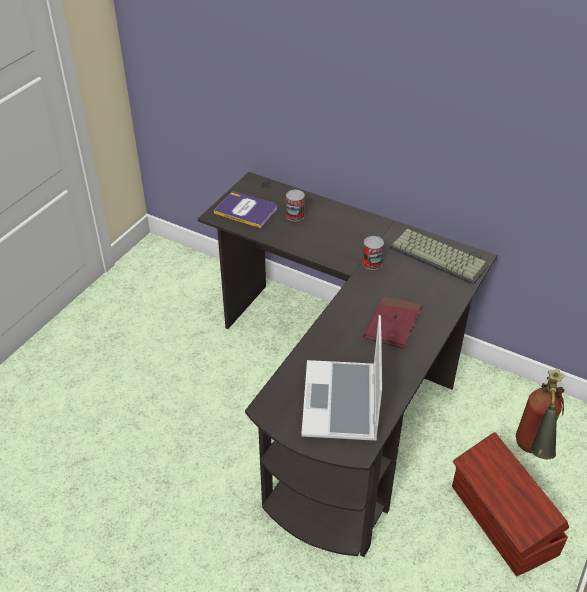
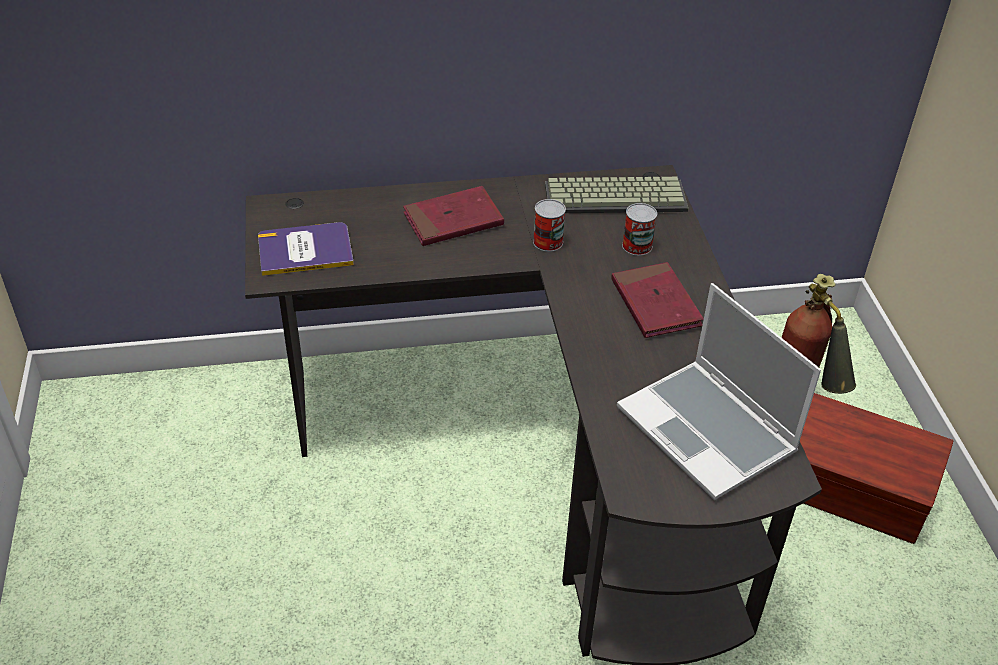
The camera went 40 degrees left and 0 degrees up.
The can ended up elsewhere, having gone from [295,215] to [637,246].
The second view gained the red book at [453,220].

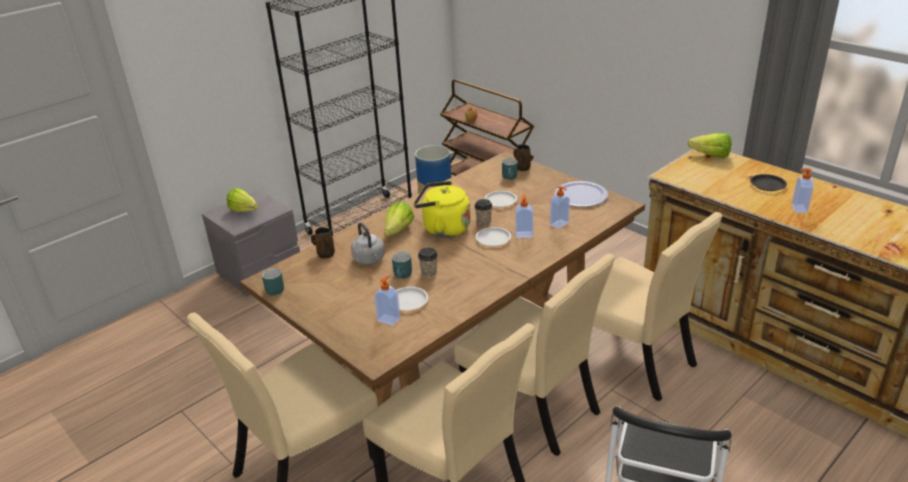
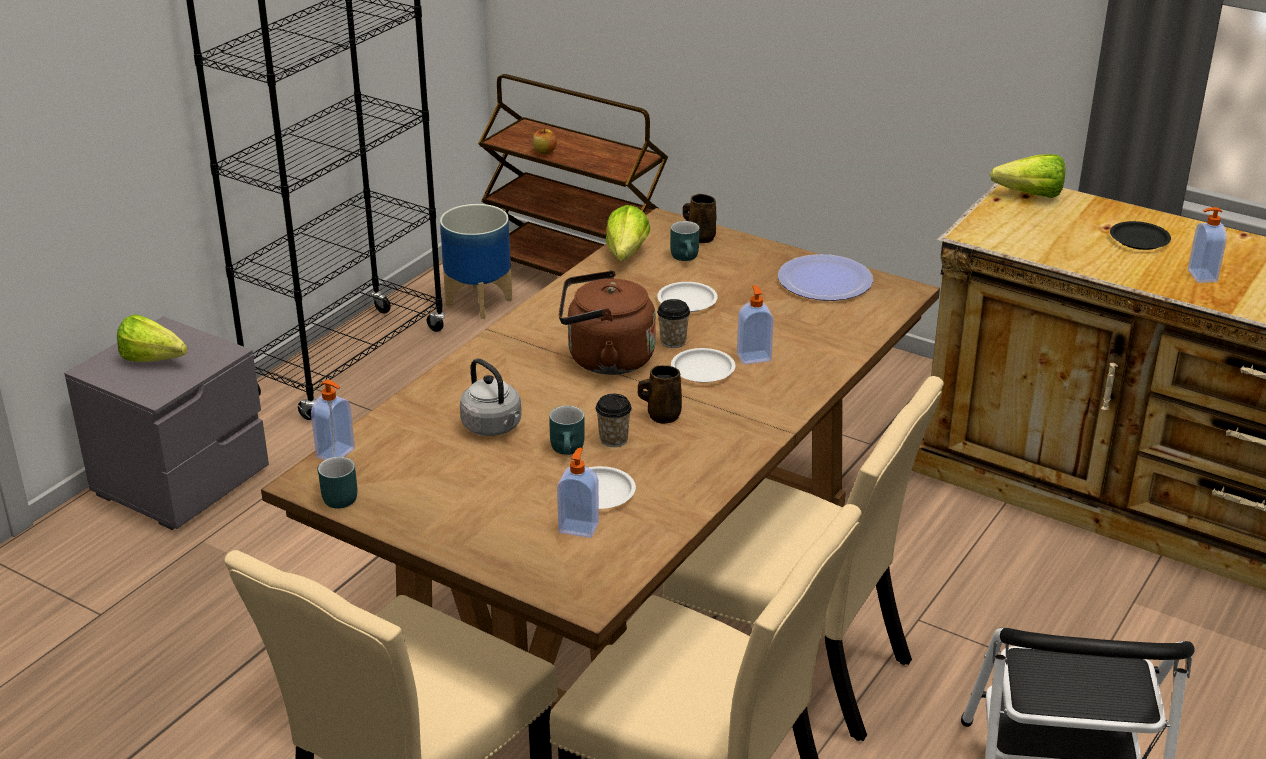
The camera went 15 degrees left and 0 degrees up.
The brown mug ended up elsewhere, having gone from [325,254] to [661,415].
The lettuce ended up elsewhere, having gone from [396,233] to [624,258].
What was the yellow kettle at [443,229] turned into the brown kettle at [604,359].
The soap dispenser ended up elsewhere, having gone from [560,224] to [336,453].
The second view lost the beige chair at [630,359].

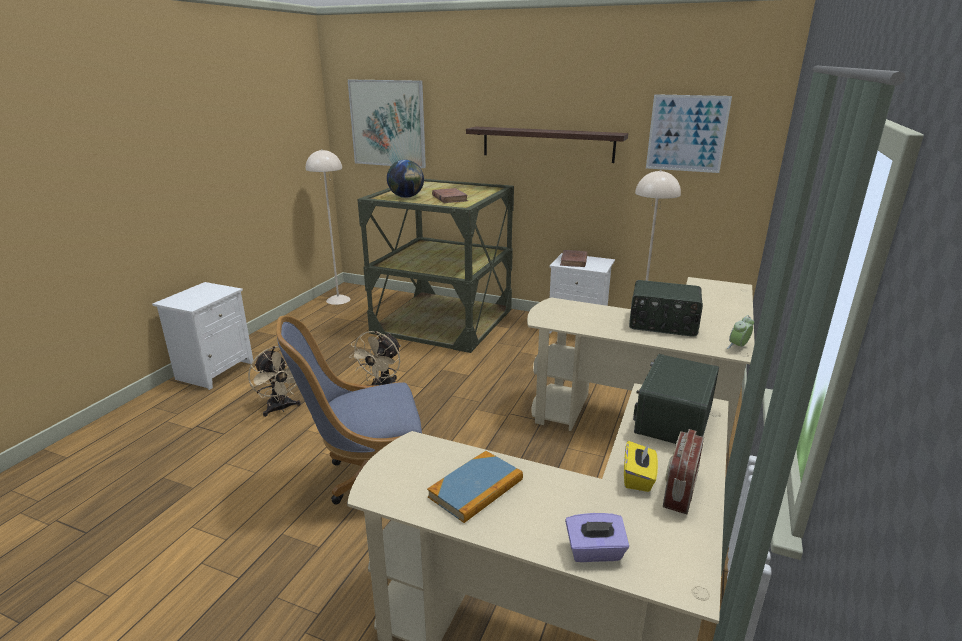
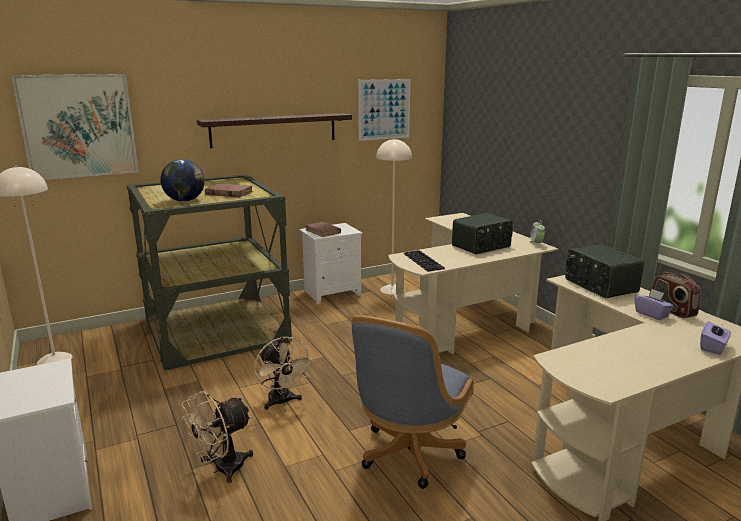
The camera went 50 degrees left and 5 degrees down.
The beige fan at [281,408] ended up facing another way, 135 degrees clockwise from before.
The second view lost the book at [476,489].
What was the yellow tissue box at [638,478] turned into the purple tissue box at [651,314].
The second view gained the keyboard at [424,261].

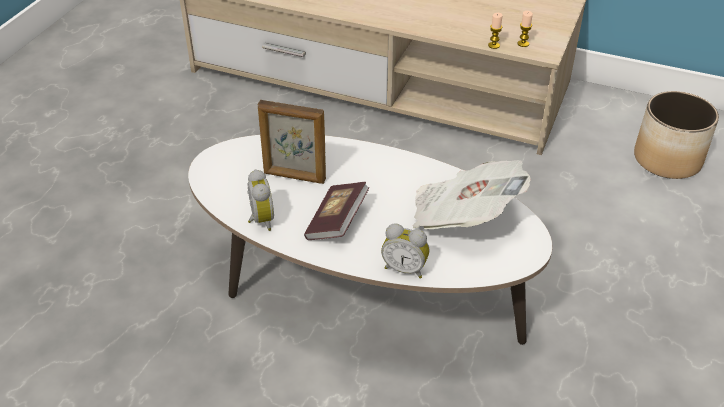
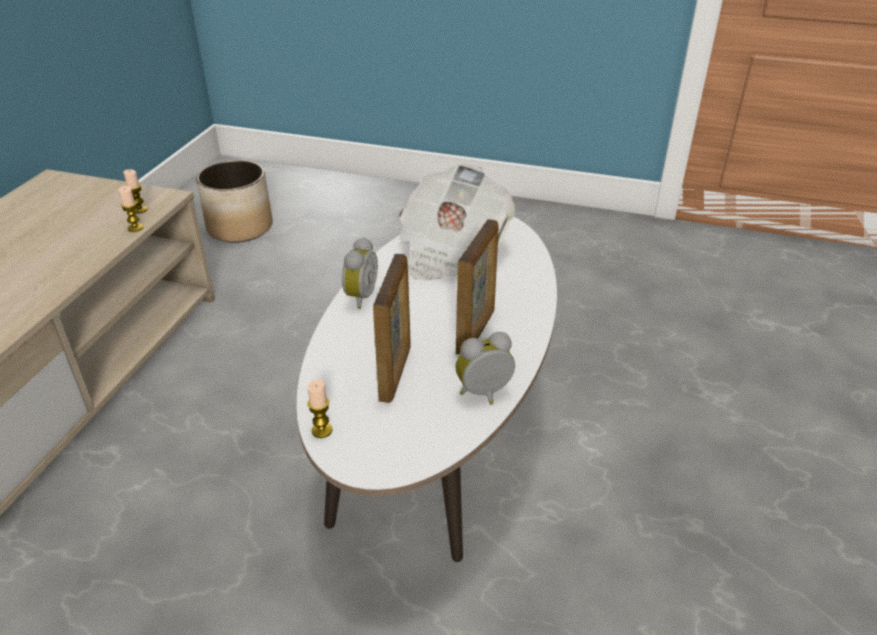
The camera went 95 degrees left and 5 degrees down.
Where the book stood at [337,222], the picture frame came to stand at [476,332].
The alarm clock ended up elsewhere, having gone from [405,268] to [359,297].
The second view gained the candle at [322,430].

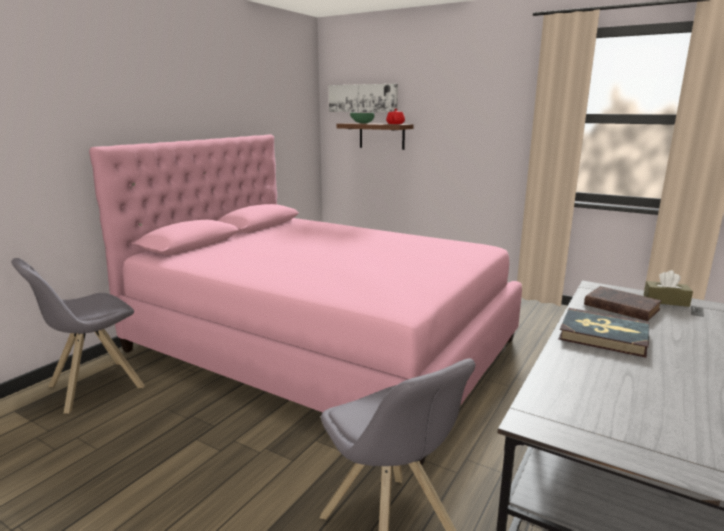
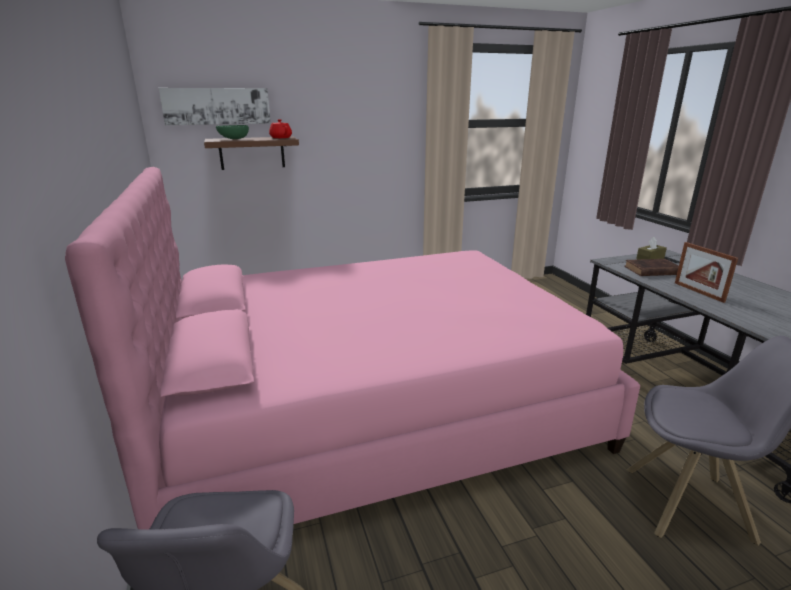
The camera went 50 degrees left and 5 degrees up.
Where the book stood at [603,335], the picture frame came to stand at [698,292].

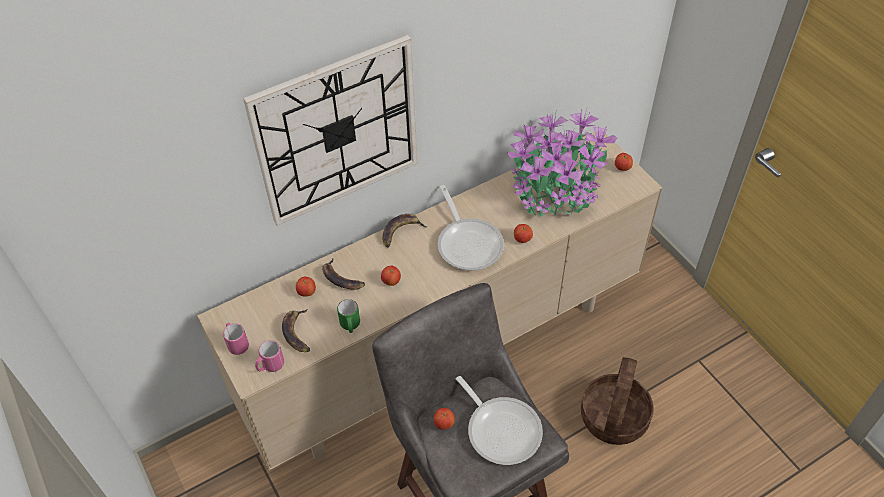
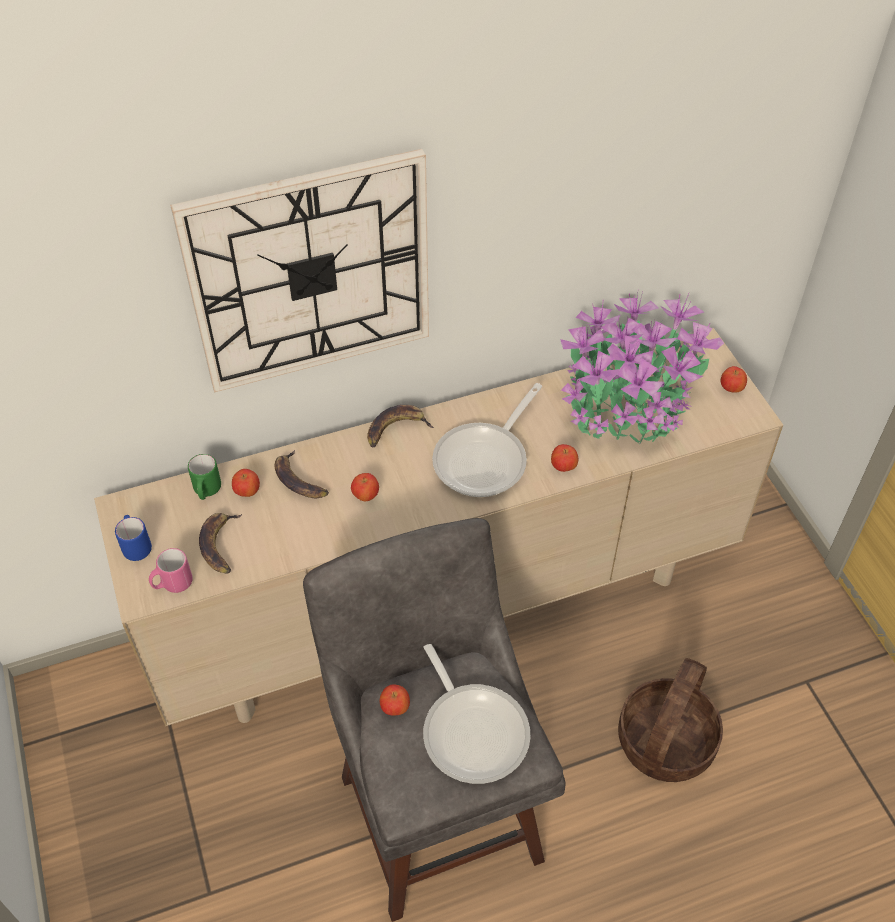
The camera went 10 degrees right and 0 degrees up.
What was the pink mug at [237,344] turned into the blue mug at [136,545].
The green mug ended up elsewhere, having gone from [350,326] to [206,491].
The frying pan at [468,243] ended up facing another way, 45 degrees clockwise from before.

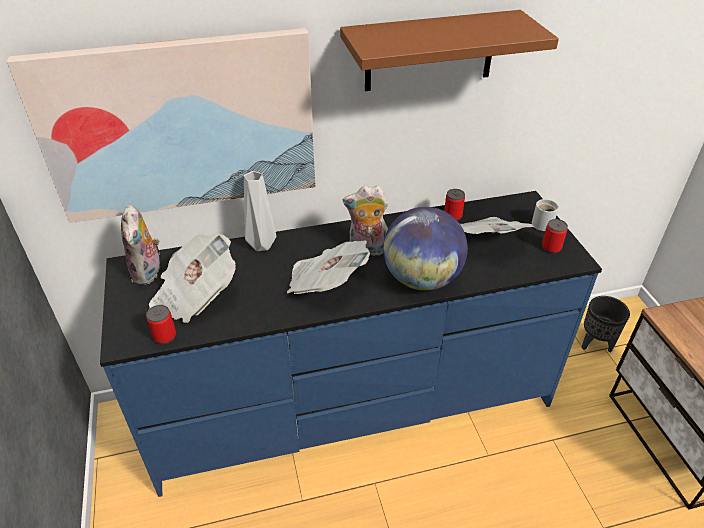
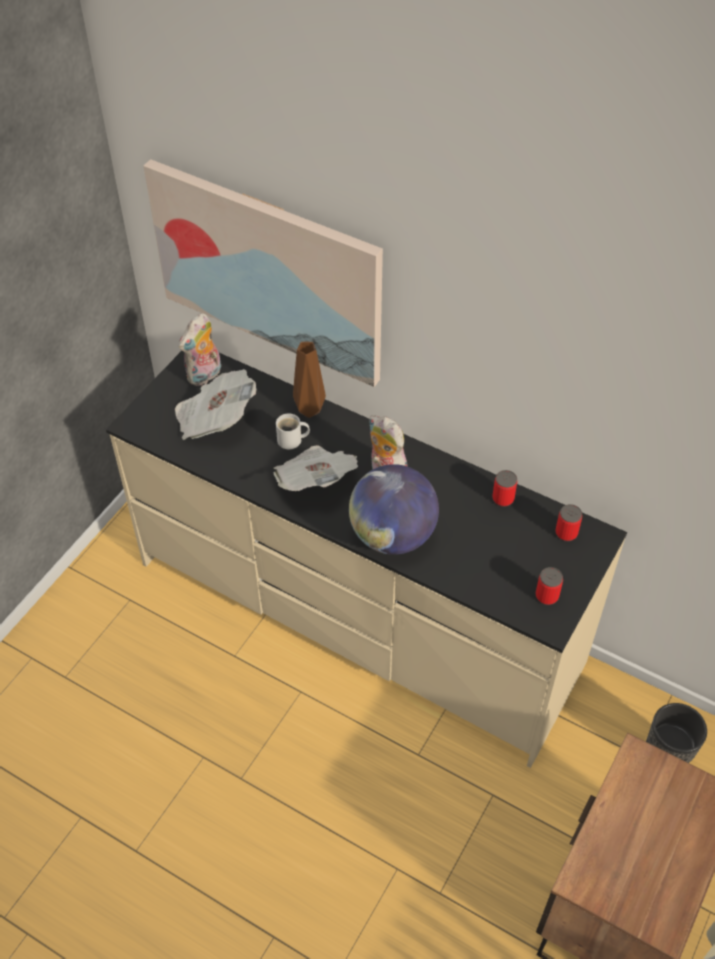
The camera went 45 degrees right and 10 degrees up.
What was the blue dresser at [352,402] turned into the beige dresser at [357,613].
The can ended up elsewhere, having gone from [165,336] to [566,533].
What was the grey vase at [261,245] turned into the brown vase at [309,408].
The second view lost the brown shelf at [430,51].
The second view lost the newspaper at [489,241].
The white mug ended up elsewhere, having gone from [544,223] to [292,440].

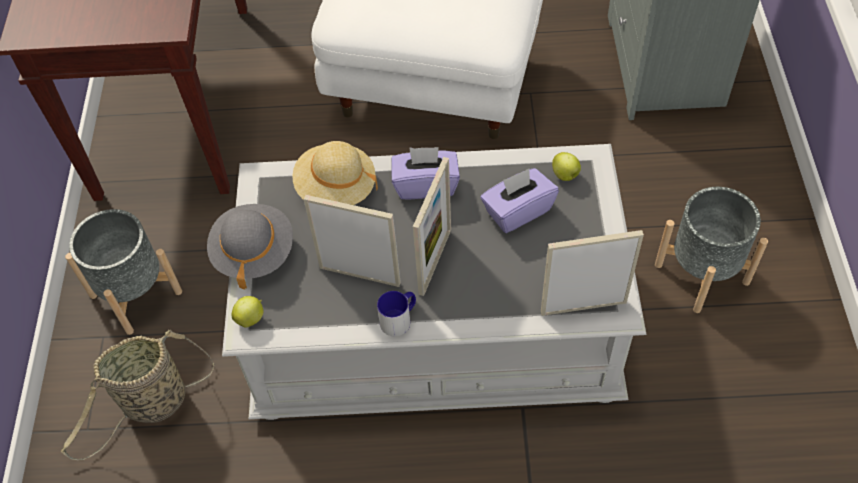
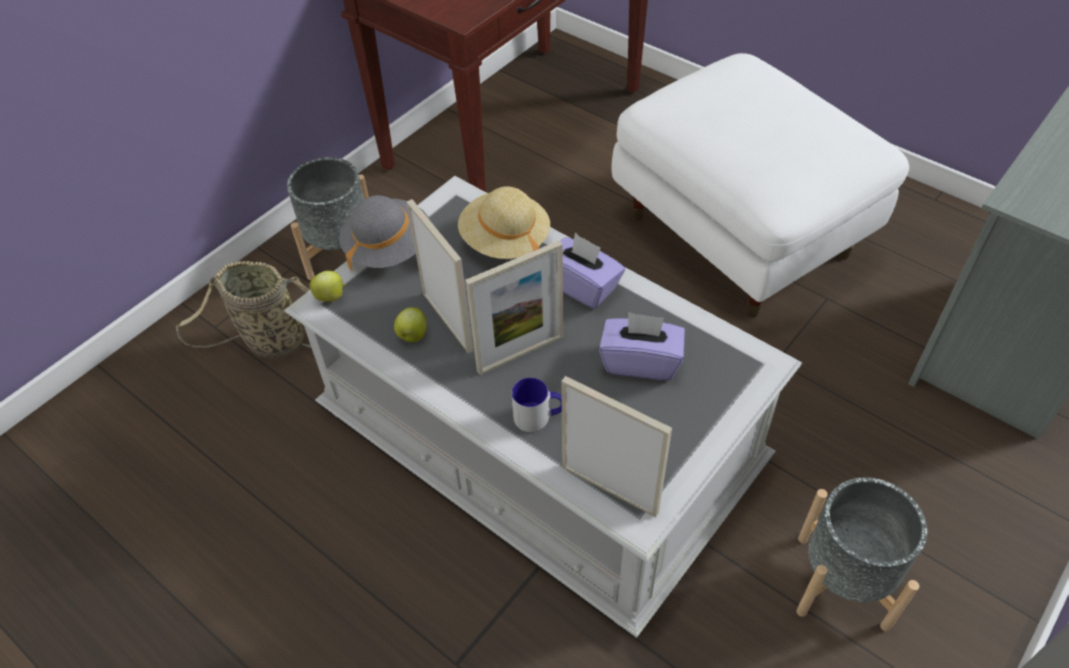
The camera went 40 degrees right and 5 degrees down.
The mug ended up elsewhere, having gone from [399,319] to [538,417].
The apple ended up elsewhere, having gone from [565,175] to [412,336].

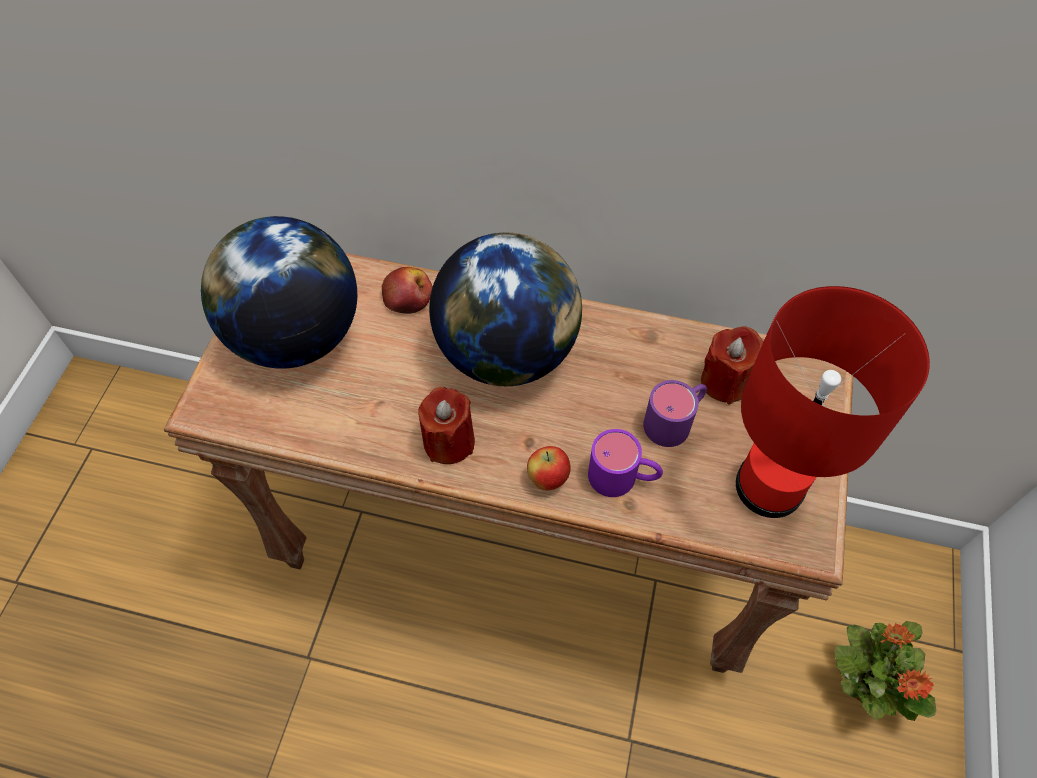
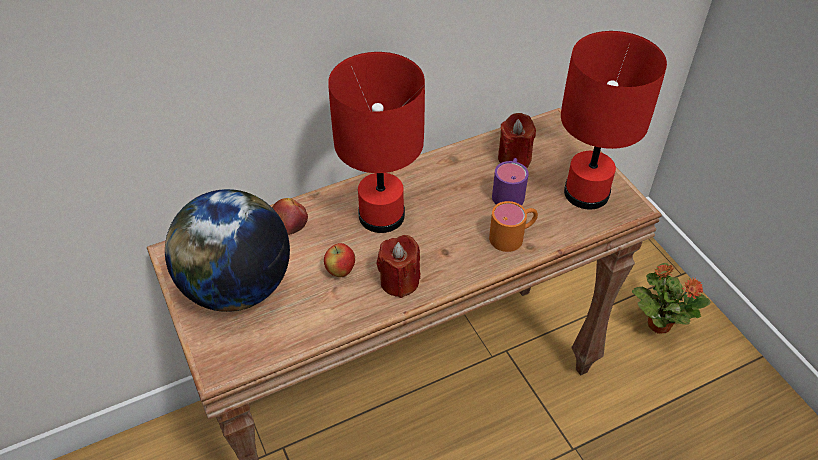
The camera went 40 degrees left and 10 degrees down.
Where the globe stood at [507,353], the red table lamp came to stand at [382,215].
The apple ended up elsewhere, having gone from [548,479] to [340,271].
What was the purple mug at [623,478] turned into the orange mug at [513,236].

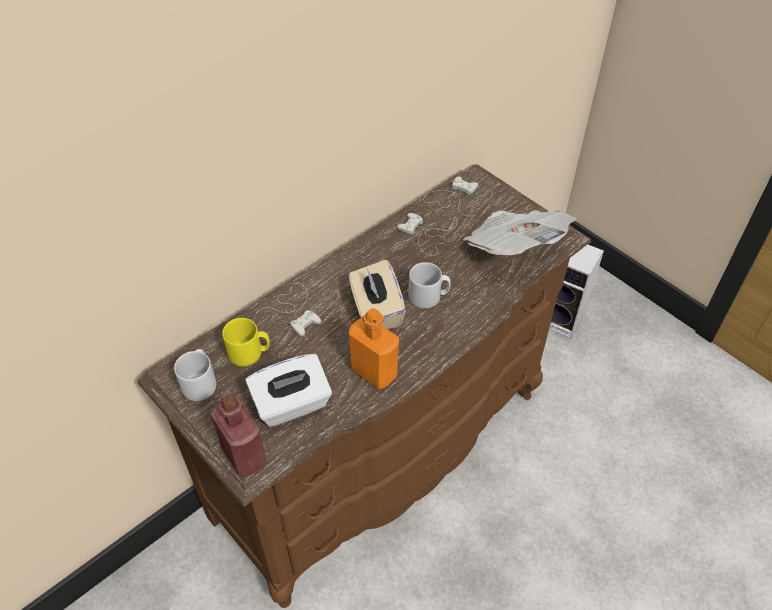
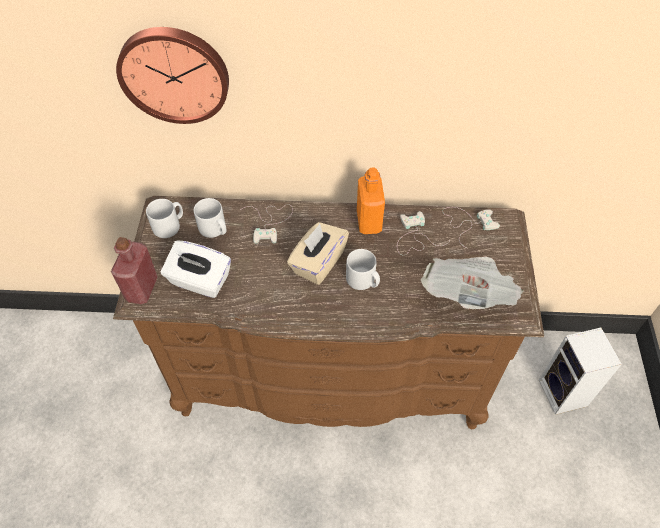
The camera went 45 degrees right and 5 degrees up.
What was the yellow mug at [249,353] turned into the grey mug at [214,229].
The orange bottle ended up elsewhere, having gone from [374,372] to [369,221].
The second view gained the wall clock at [174,73].

